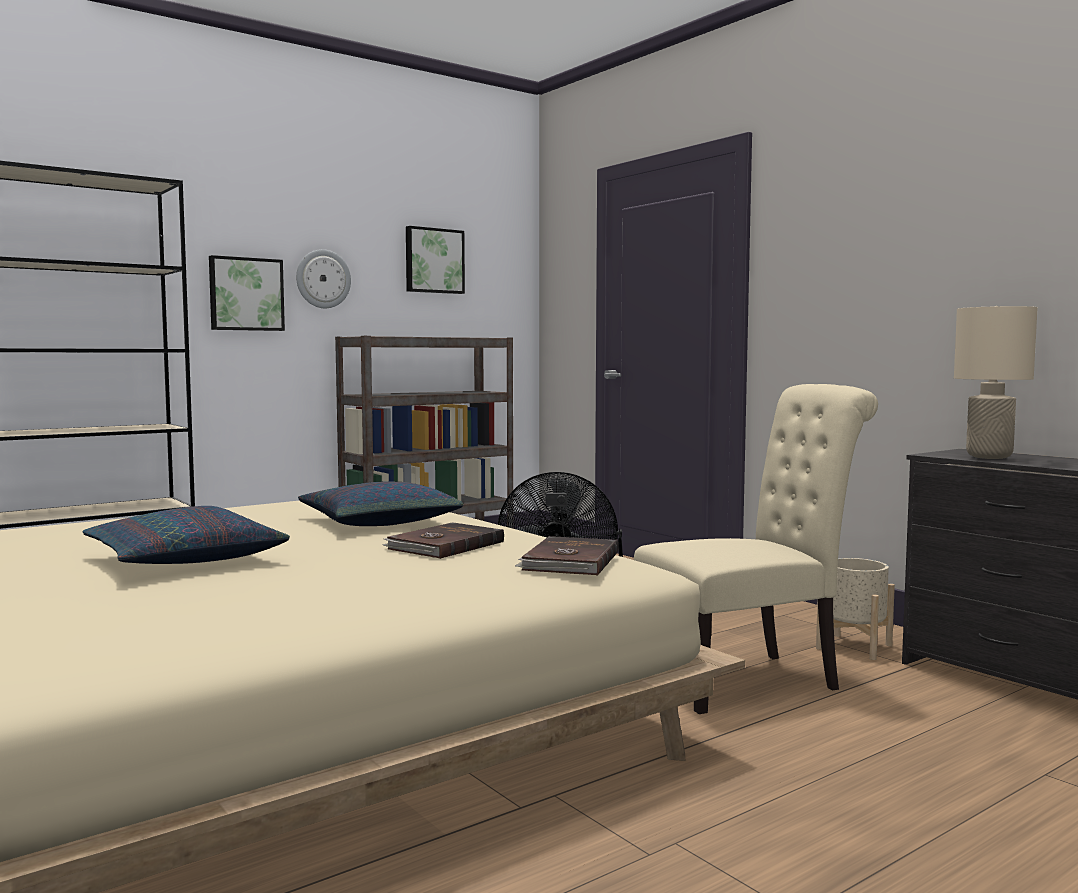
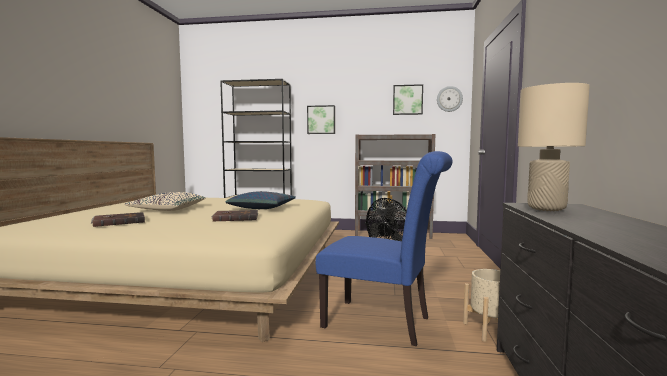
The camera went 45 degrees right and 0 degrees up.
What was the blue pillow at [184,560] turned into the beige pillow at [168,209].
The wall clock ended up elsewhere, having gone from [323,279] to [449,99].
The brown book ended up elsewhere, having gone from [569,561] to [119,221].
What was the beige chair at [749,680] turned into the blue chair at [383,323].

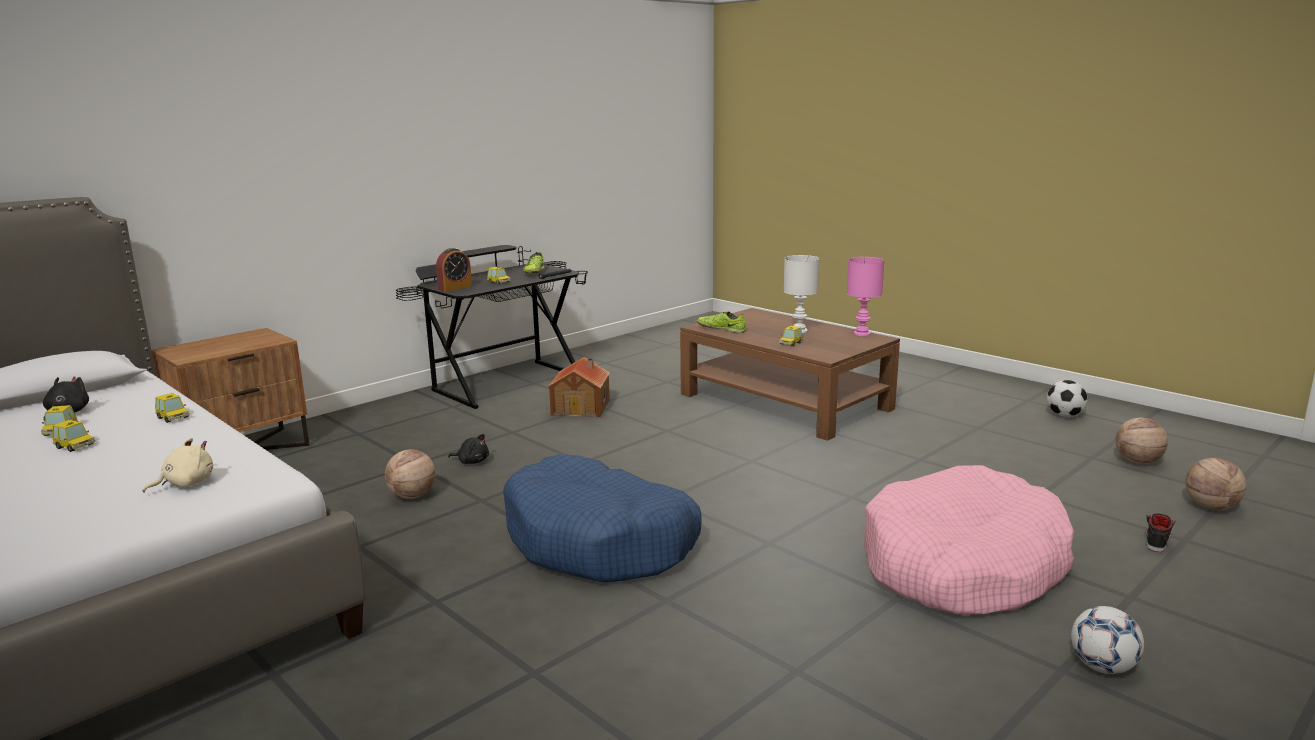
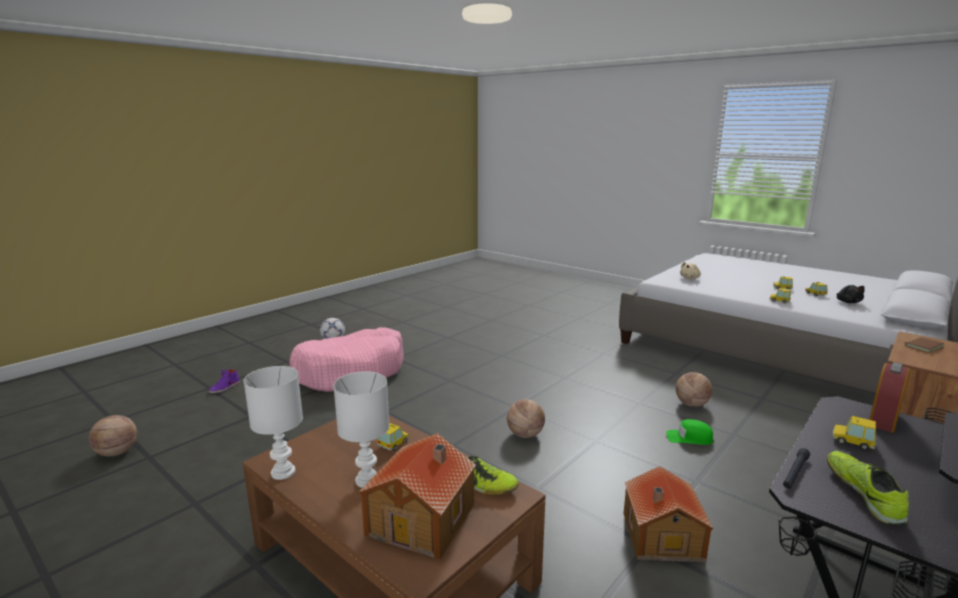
The camera went 175 degrees right and 0 degrees up.
Where the black plush toy stood at [472,461], the green cap came to stand at [689,438].
The second view lost the blue dog bed at [600,541].
What was the pink table lamp at [862,334] turned into the white table lamp at [282,473].
The second view lost the football at [1064,416].
What was the black shoe at [1157,539] turned into the purple shoe at [225,387].
The basketball ended up elsewhere, having gone from [1211,507] to [525,435].
The second view gained the toy house at [423,519].
The second view gained the brown book at [922,346].

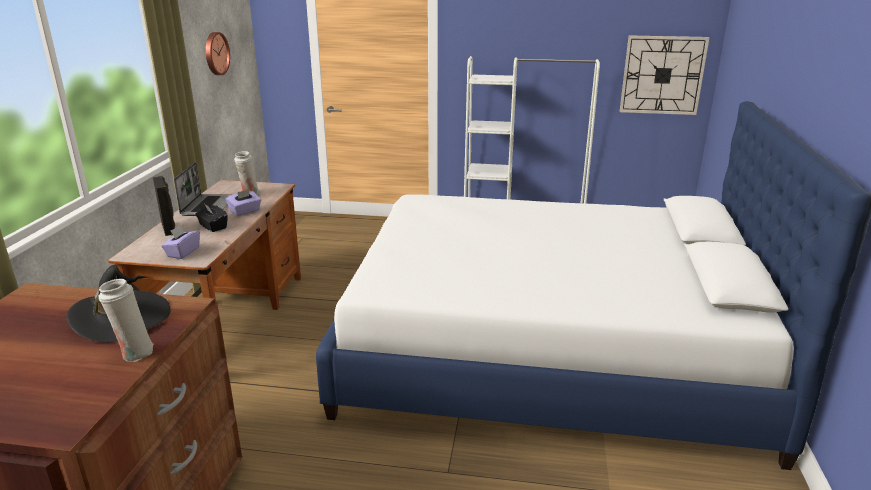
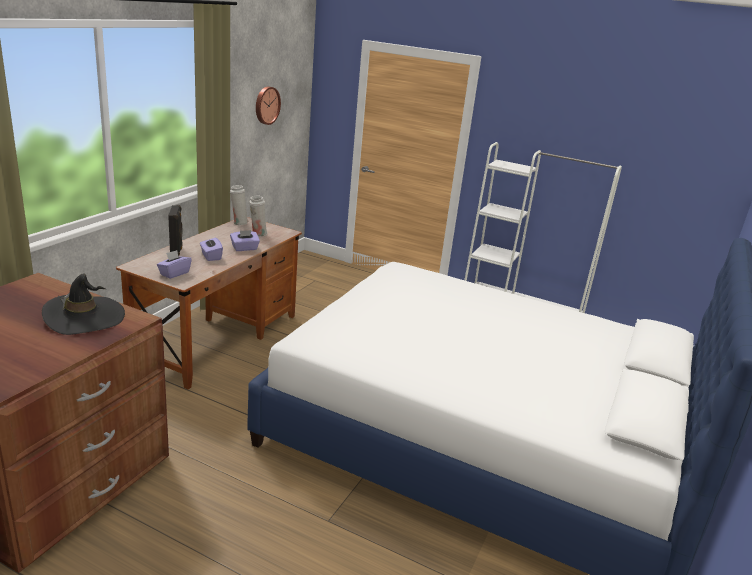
The camera went 15 degrees right and 0 degrees up.
The white vase ended up elsewhere, having gone from [134,353] to [239,223].
The second view lost the laptop at [208,206].
What was the black tissue box at [213,227] turned into the purple tissue box at [211,256].
The second view lost the wall clock at [662,75].

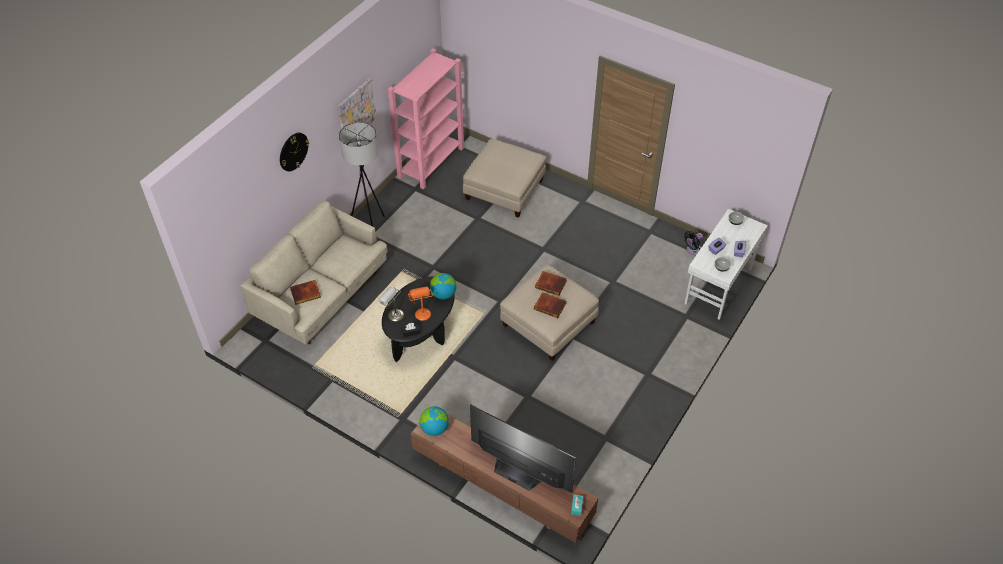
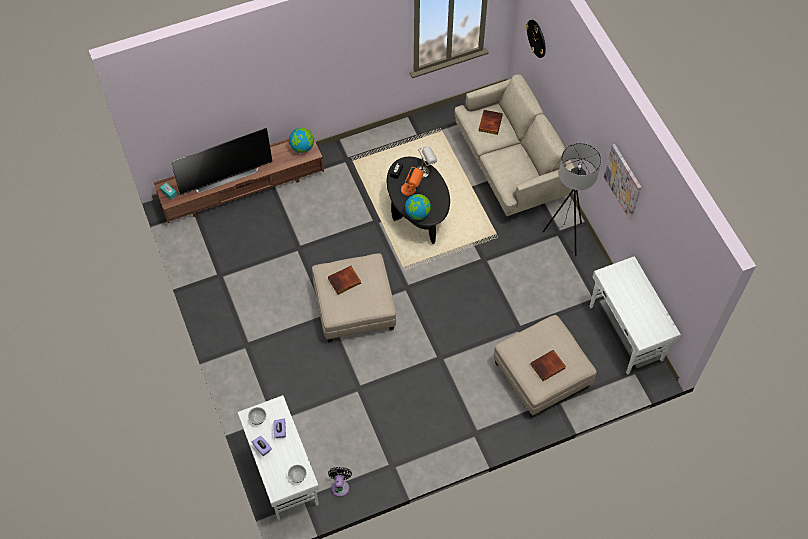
The camera went 125 degrees right and 10 degrees up.
The wall clock ended up elsewhere, having gone from [293,151] to [536,38].
Where the pink bookcase stood at [431,162], the white console table came to stand at [626,333].
The book ended up elsewhere, having gone from [551,284] to [548,367].

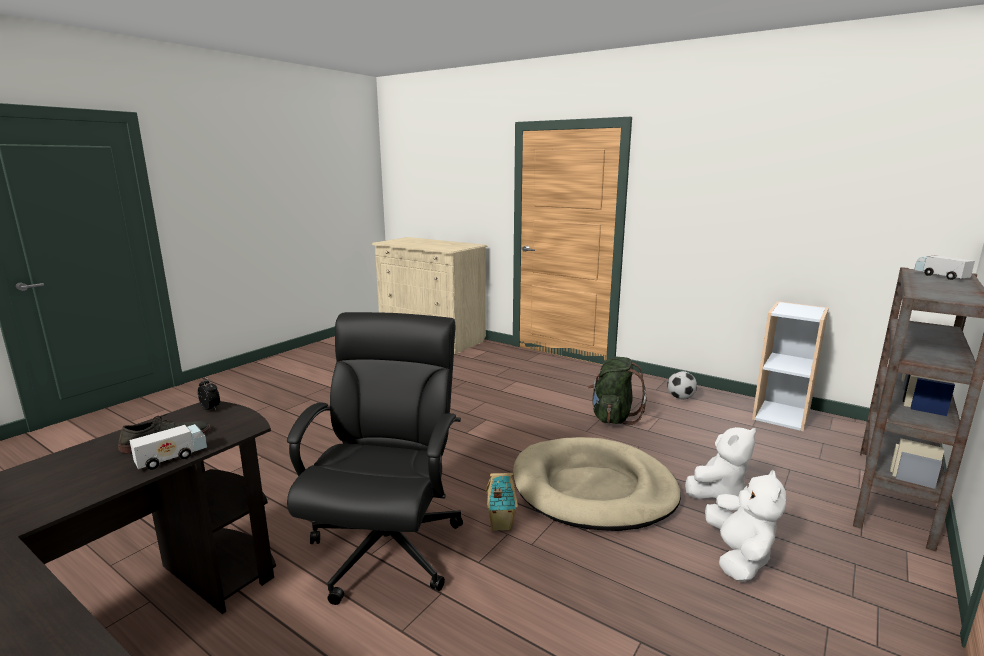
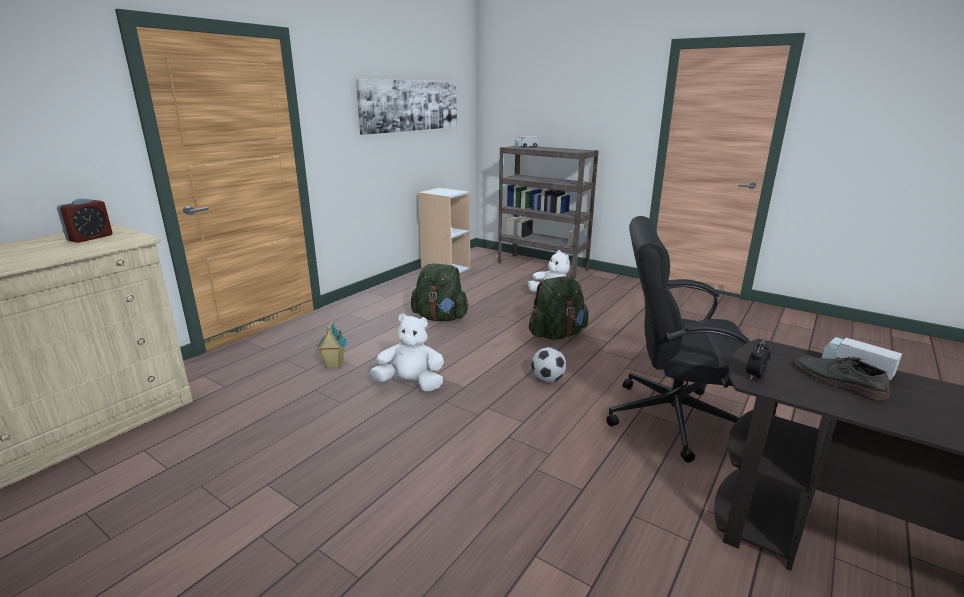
The camera went 90 degrees left and 5 degrees up.
The toy house ended up elsewhere, having gone from [500,524] to [334,365].
Where the beige dog bed stood at [593,489], the green backpack came to stand at [557,335].
The football ended up elsewhere, having gone from [680,398] to [547,379].
The white plush toy ended up elsewhere, having gone from [739,557] to [411,384].
The second view gained the alarm clock at [90,238].
The second view gained the picture at [410,105].

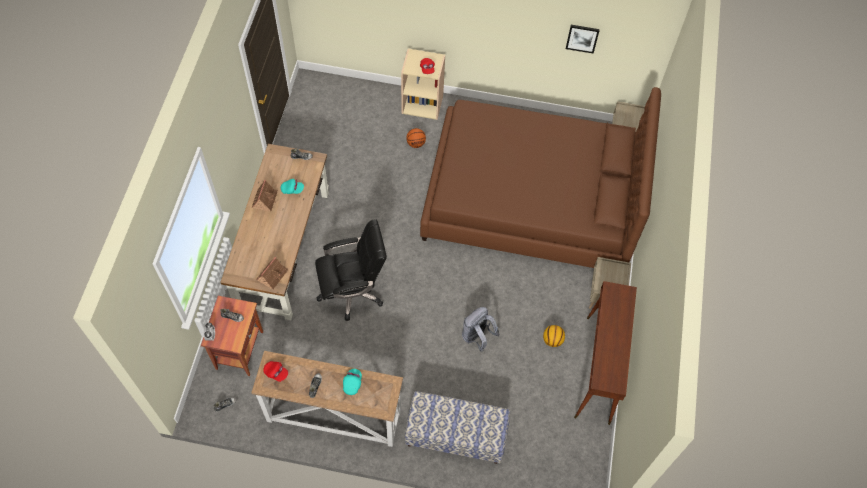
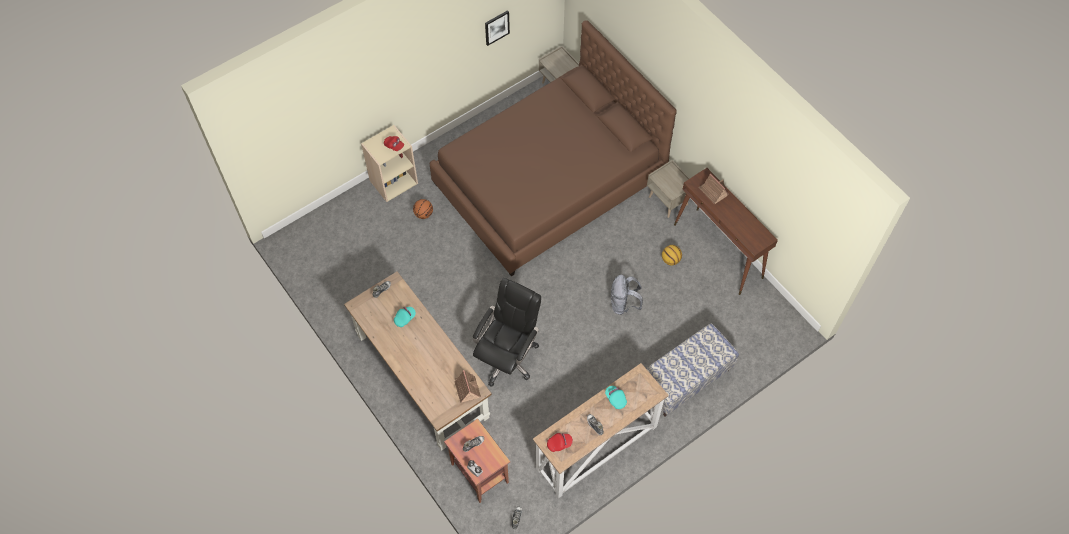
The camera went 45 degrees left and 0 degrees up.
The toy house ended up elsewhere, having gone from [265,199] to [713,192].

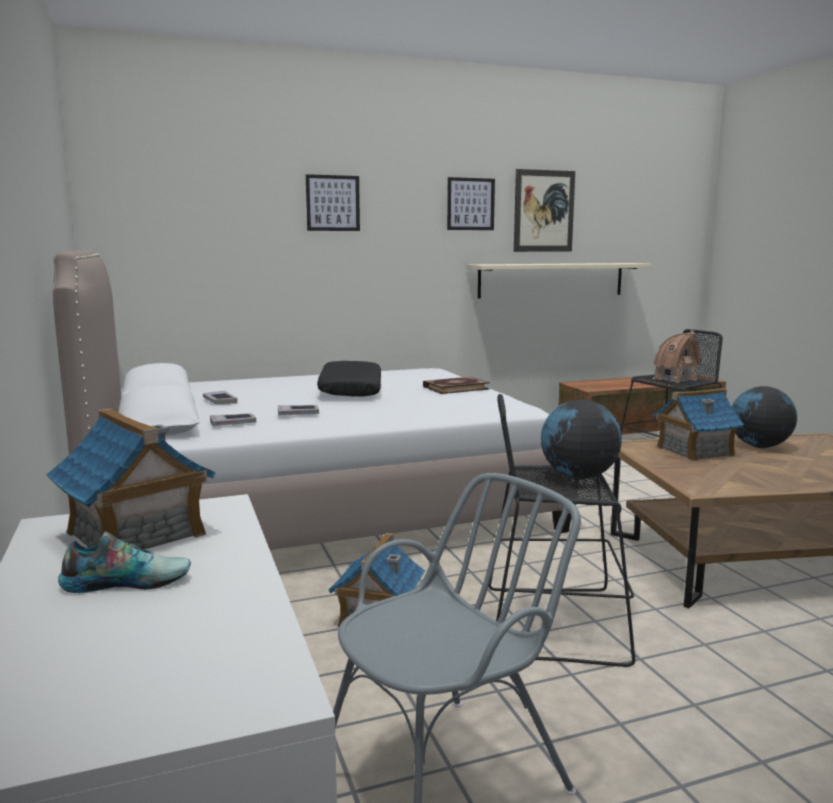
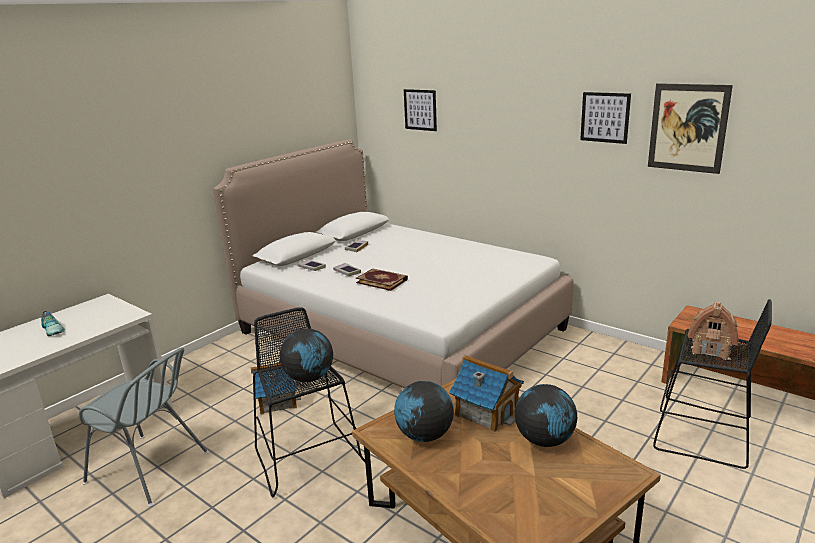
The camera went 60 degrees right and 10 degrees up.
The second view lost the toy house at [136,534].
The picture ended up elsewhere, having gone from [333,203] to [420,110].
The second view lost the black pillow at [350,391].
The book ended up elsewhere, having gone from [455,388] to [382,281].
The second view lost the beige shelf at [551,280].
The second view gained the globe at [424,435].

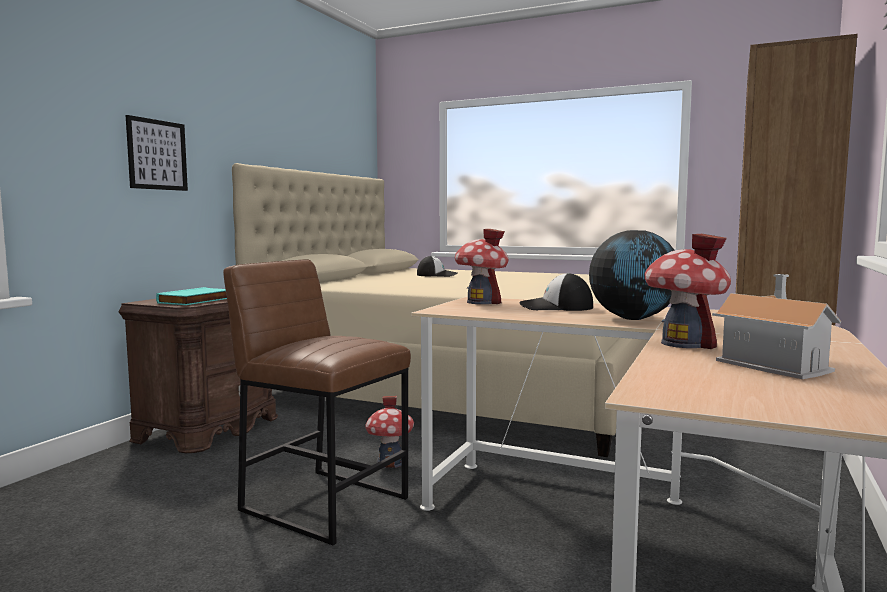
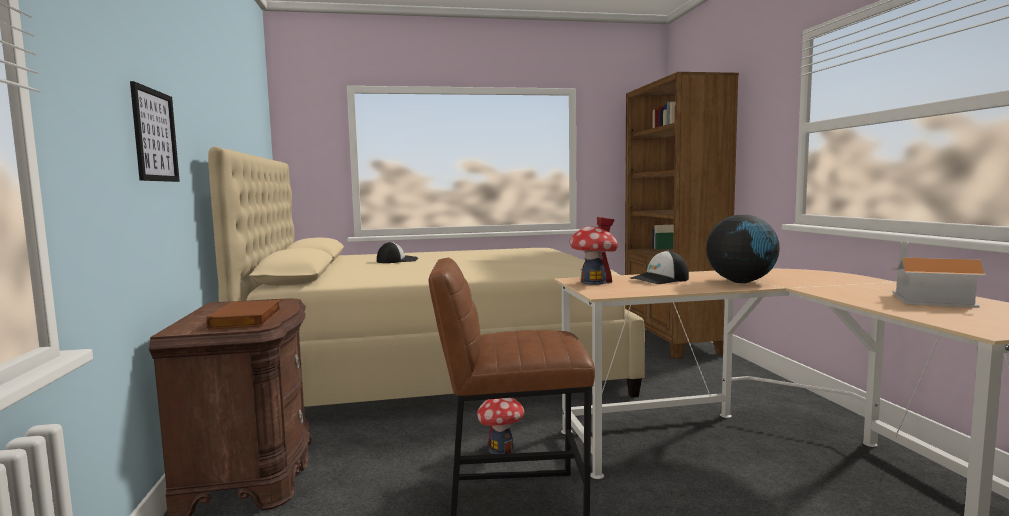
The camera went 35 degrees left and 0 degrees up.
What was the turquoise book at [196,301] turned into the brown book at [248,319].
The second view lost the toy house at [683,343].

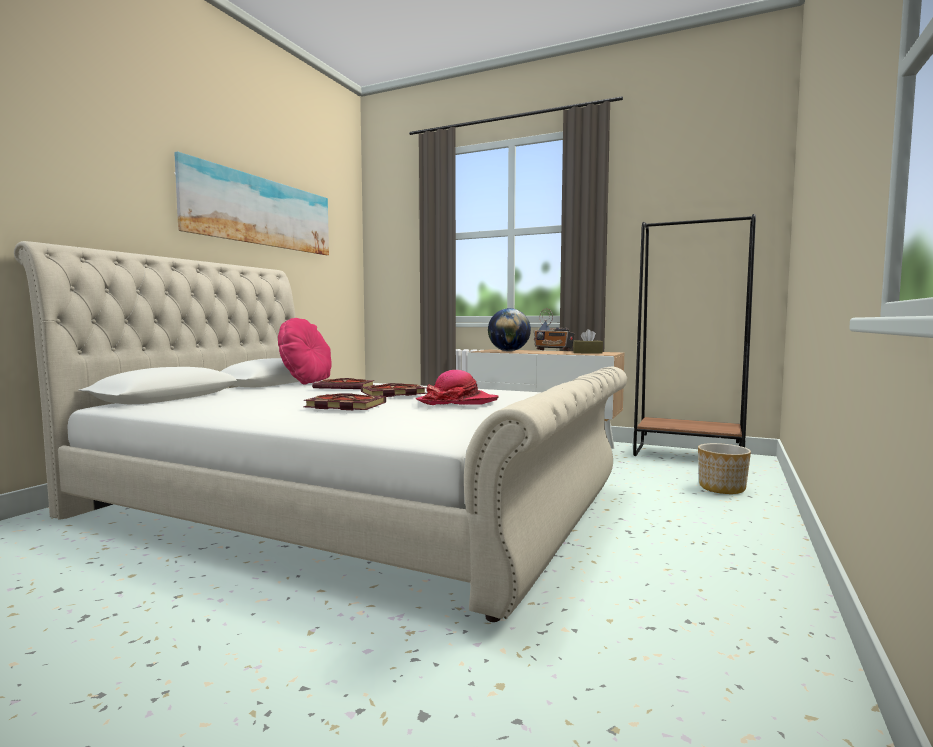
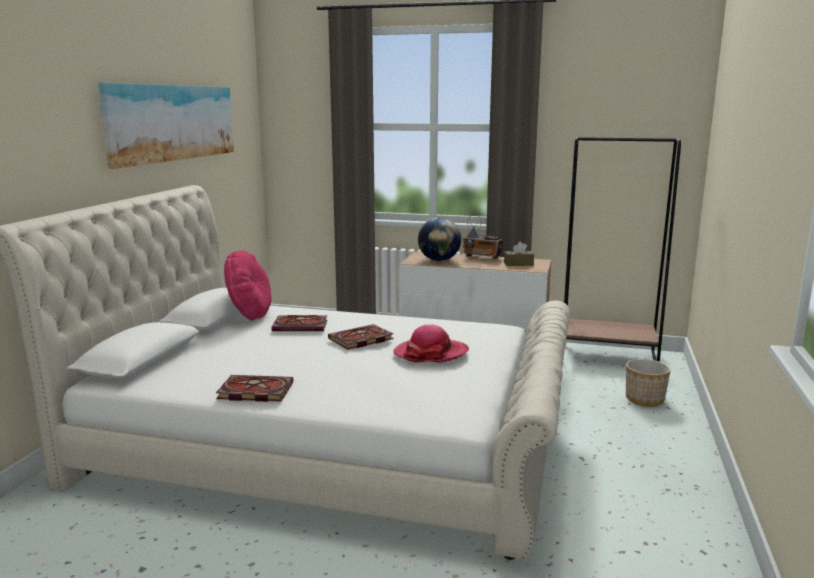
The camera went 10 degrees left and 10 degrees up.
The book ended up elsewhere, having gone from [343,406] to [253,391].

